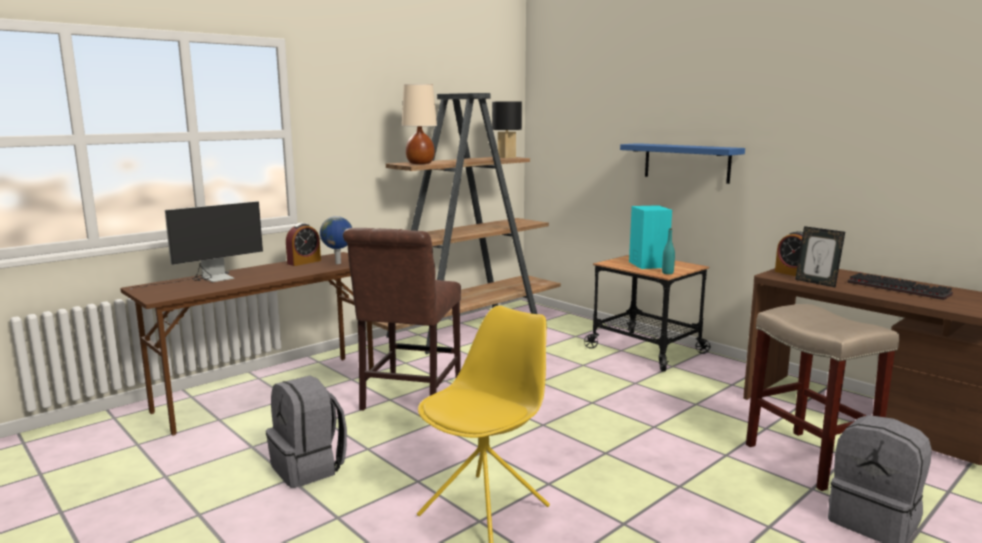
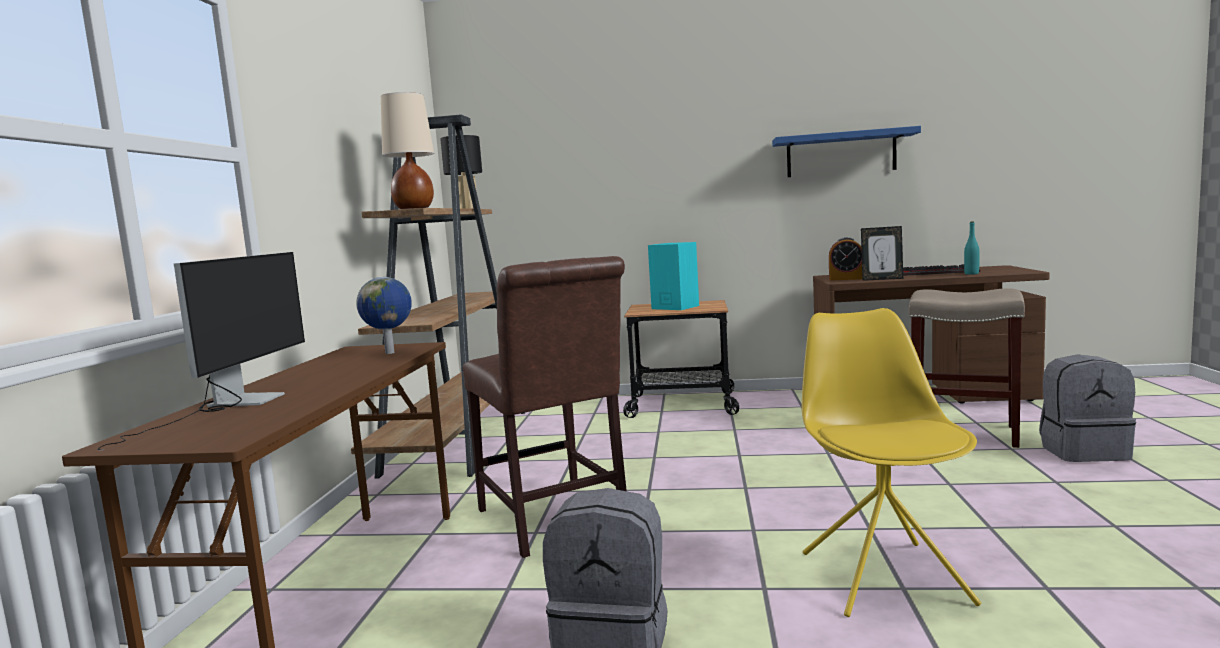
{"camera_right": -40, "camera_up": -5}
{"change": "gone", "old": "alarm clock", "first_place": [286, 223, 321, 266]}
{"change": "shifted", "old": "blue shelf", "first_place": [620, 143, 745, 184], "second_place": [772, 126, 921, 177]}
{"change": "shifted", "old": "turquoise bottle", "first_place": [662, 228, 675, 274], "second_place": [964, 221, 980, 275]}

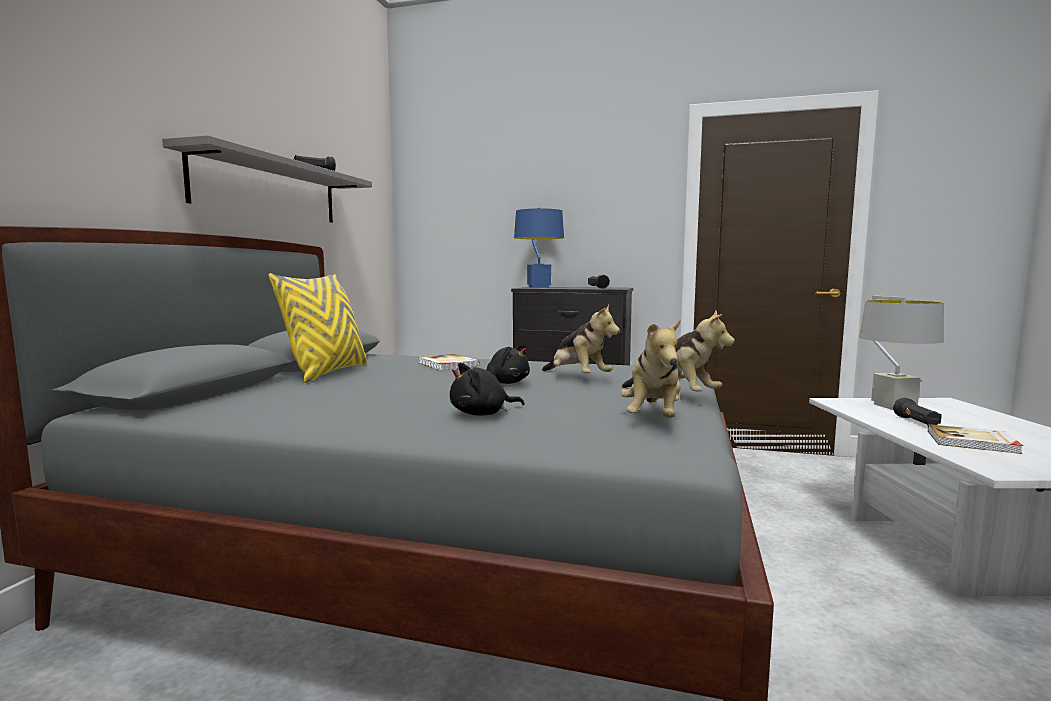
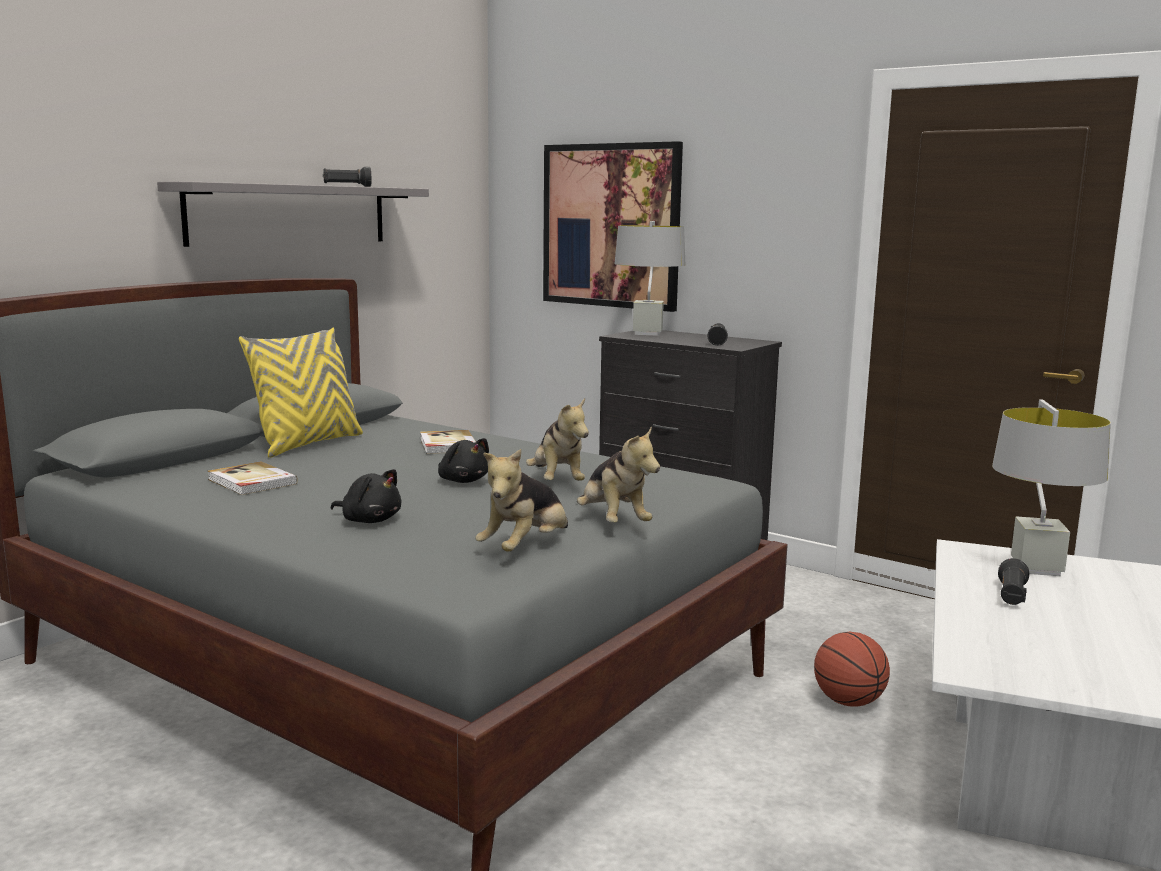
{"camera_right": 20, "camera_up": 5}
{"change": "new", "new": "picture", "second_place": [543, 141, 683, 312]}
{"change": "new", "new": "basketball", "second_place": [814, 632, 890, 707]}
{"change": "shifted", "old": "book", "first_place": [928, 424, 1023, 454], "second_place": [208, 461, 298, 495]}
{"change": "repainted", "old": "blue table lamp", "new": "grey table lamp", "first_place": [514, 208, 564, 288], "second_place": [614, 221, 685, 336]}
{"change": "rotated", "old": "black plush toy", "first_place": [450, 363, 524, 416], "second_place": [331, 469, 401, 523], "degrees": -150}

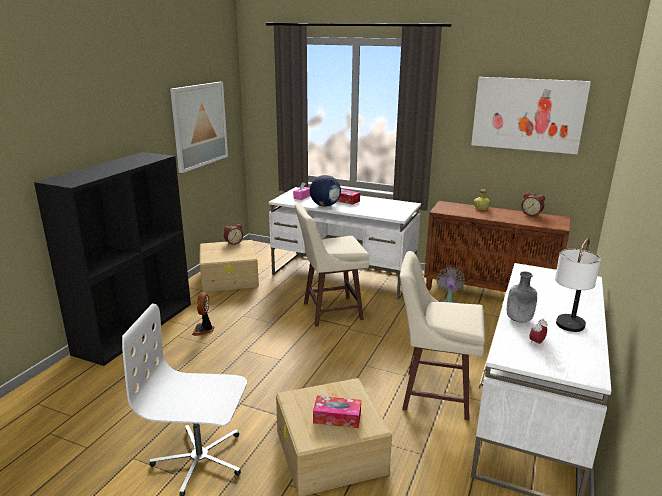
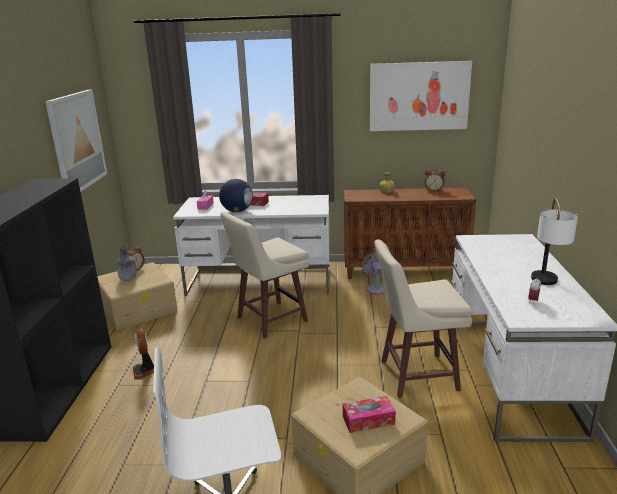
{"camera_right": -20, "camera_up": 0}
{"change": "shifted", "old": "grey bottle", "first_place": [507, 271, 537, 323], "second_place": [116, 247, 137, 281]}

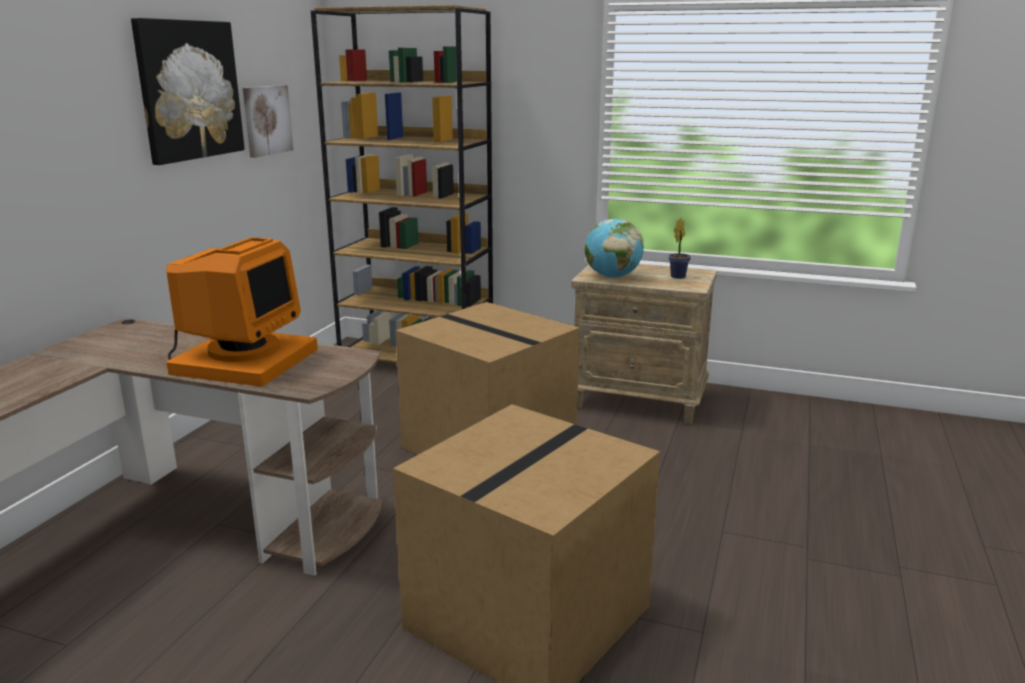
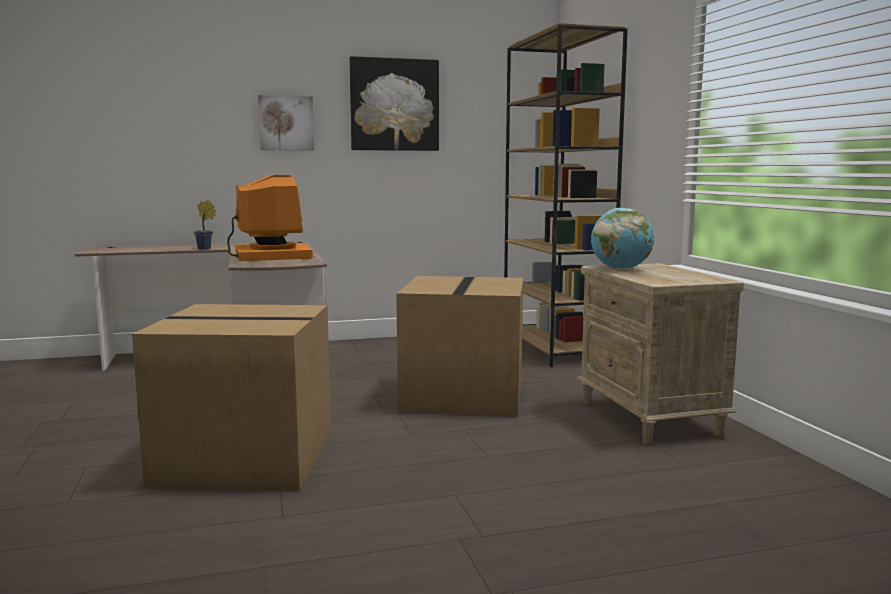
{"camera_right": 55, "camera_up": -10}
{"change": "shifted", "old": "picture", "first_place": [243, 85, 293, 158], "second_place": [258, 95, 314, 151]}
{"change": "shifted", "old": "potted plant", "first_place": [669, 218, 691, 279], "second_place": [194, 200, 216, 250]}
{"change": "rotated", "old": "monitor", "first_place": [166, 237, 318, 387], "second_place": [227, 175, 313, 261], "degrees": -90}

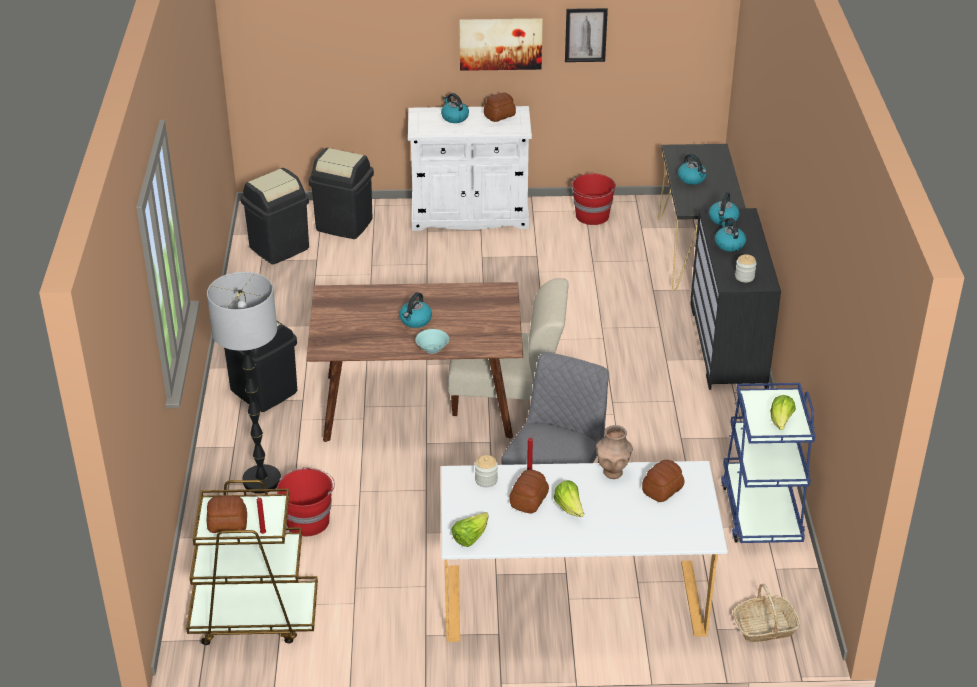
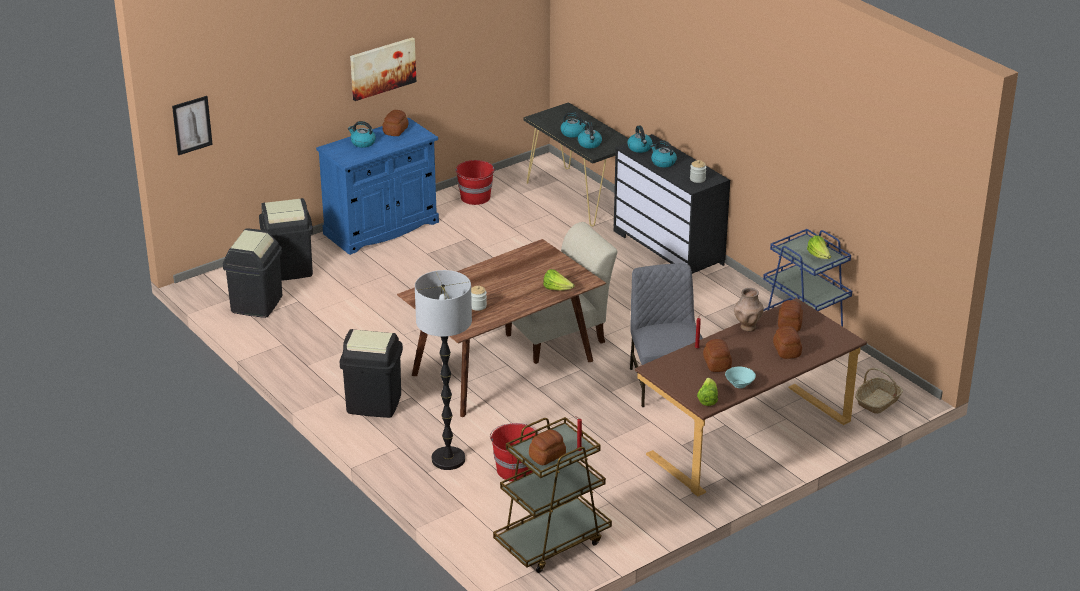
{"camera_right": -35, "camera_up": -5}
{"change": "new", "new": "bread", "second_place": [773, 326, 802, 359]}
{"change": "shifted", "old": "kettle", "first_place": [399, 292, 432, 328], "second_place": [578, 122, 602, 148]}
{"change": "shifted", "old": "turquoise bowl", "first_place": [415, 329, 449, 354], "second_place": [725, 367, 756, 388]}
{"change": "shifted", "old": "jar", "first_place": [475, 455, 498, 487], "second_place": [471, 286, 487, 311]}
{"change": "shifted", "old": "lettuce", "first_place": [554, 480, 584, 517], "second_place": [543, 269, 575, 291]}
{"change": "shifted", "old": "picture", "first_place": [565, 8, 608, 62], "second_place": [172, 96, 213, 155]}
{"change": "repainted", "old": "white cabinet", "new": "blue cabinet", "first_place": [408, 106, 532, 231], "second_place": [316, 118, 439, 255]}
{"change": "repainted", "old": "white desk", "new": "brown desk", "first_place": [441, 461, 728, 642], "second_place": [635, 298, 867, 496]}

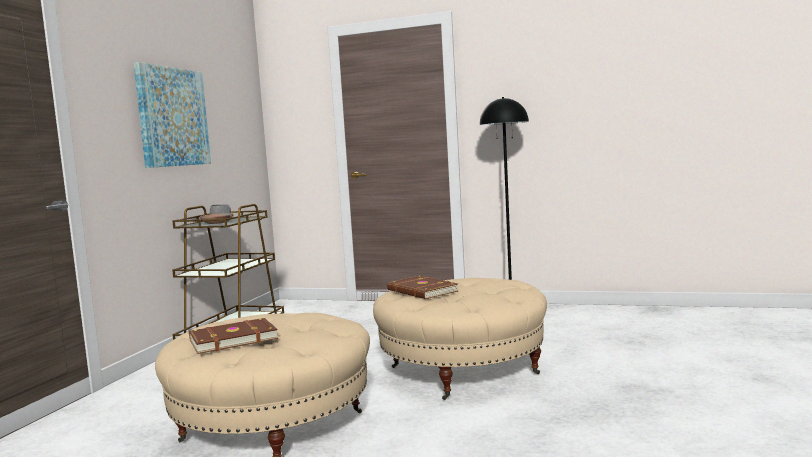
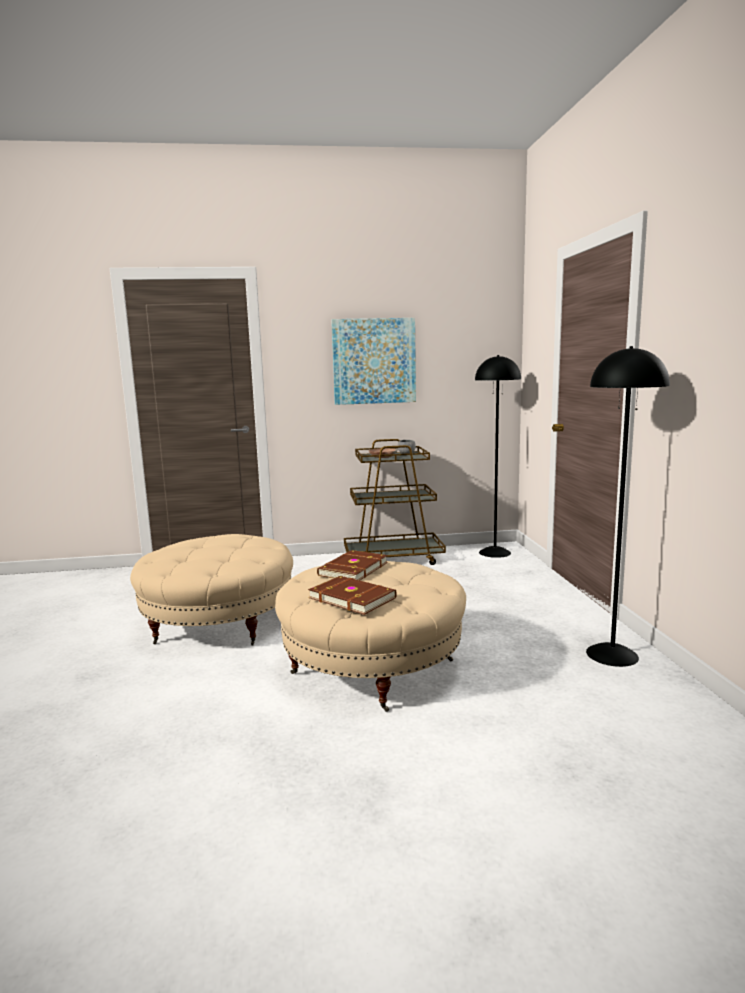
{"camera_right": 65, "camera_up": 5}
{"change": "new", "new": "black floor lamp", "second_place": [475, 355, 521, 558]}
{"change": "shifted", "old": "brown book", "first_place": [189, 318, 278, 354], "second_place": [308, 576, 397, 615]}

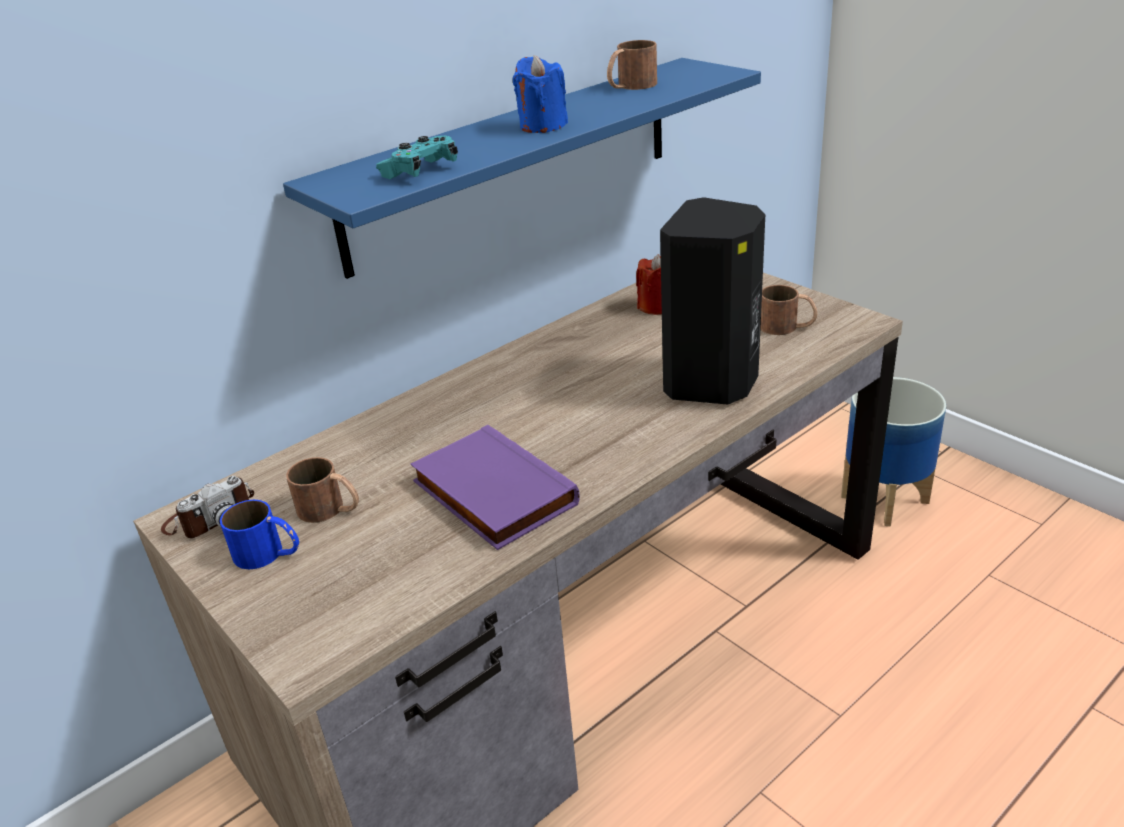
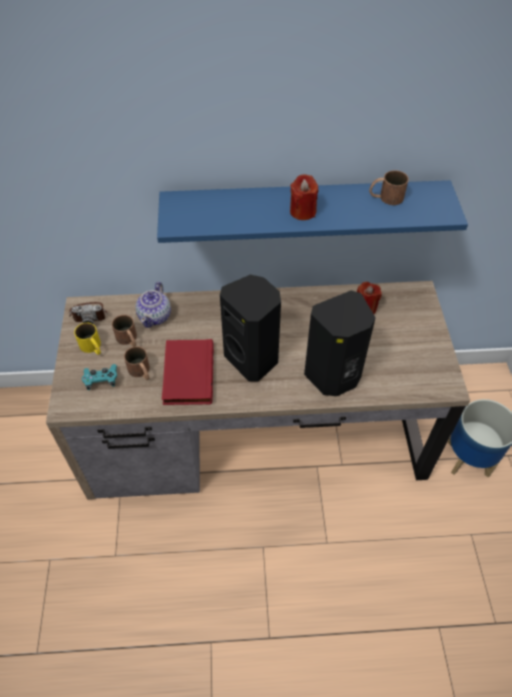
{"camera_right": 35, "camera_up": 20}
{"change": "new", "new": "teapot", "second_place": [135, 282, 171, 328]}
{"change": "new", "new": "black speaker", "second_place": [220, 275, 281, 382]}
{"change": "shifted", "old": "turquoise game controller", "first_place": [376, 136, 458, 179], "second_place": [82, 364, 117, 390]}
{"change": "shifted", "old": "brown mug", "first_place": [760, 285, 817, 335], "second_place": [124, 346, 150, 380]}
{"change": "repainted", "old": "blue mug", "new": "yellow mug", "first_place": [220, 500, 299, 569], "second_place": [74, 323, 101, 355]}
{"change": "repainted", "old": "purple book", "new": "red book", "first_place": [411, 425, 580, 550], "second_place": [162, 339, 214, 405]}
{"change": "repainted", "old": "blue candle", "new": "red candle", "first_place": [513, 55, 568, 133], "second_place": [290, 174, 318, 220]}

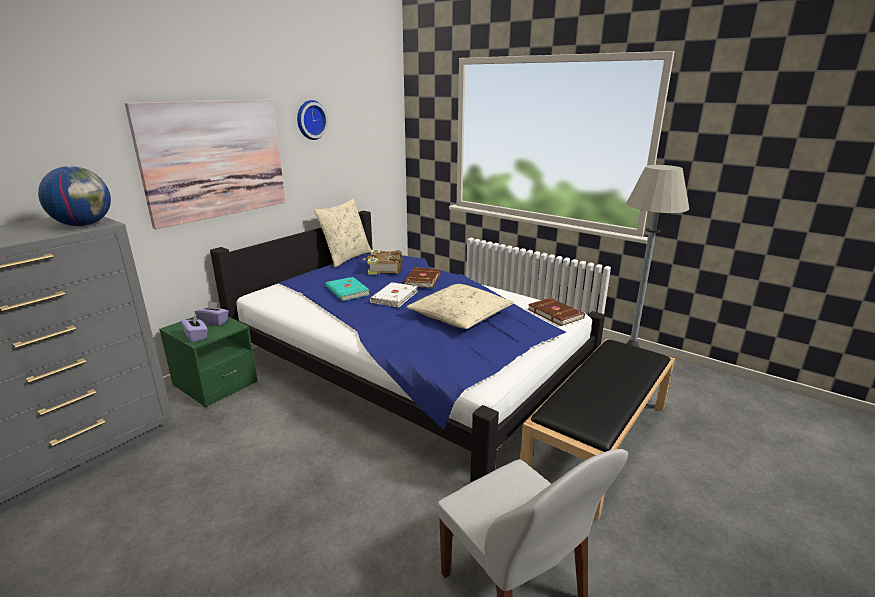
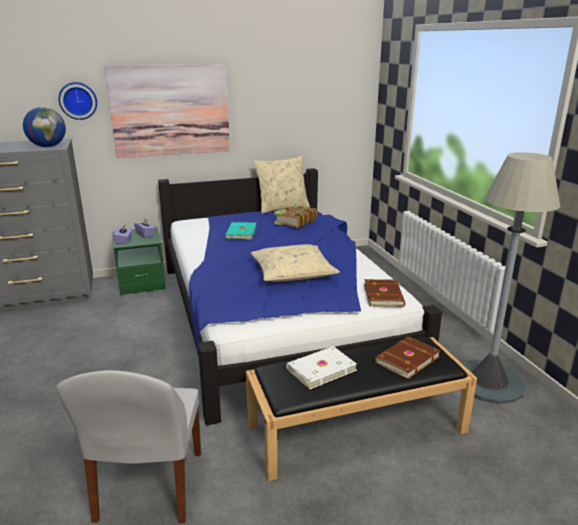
{"camera_right": 35, "camera_up": 0}
{"change": "shifted", "old": "wall clock", "first_place": [297, 100, 328, 140], "second_place": [59, 82, 97, 120]}
{"change": "shifted", "old": "white book", "first_place": [370, 282, 418, 308], "second_place": [286, 346, 357, 390]}
{"change": "shifted", "old": "brown book", "first_place": [403, 267, 440, 288], "second_place": [375, 336, 441, 379]}

